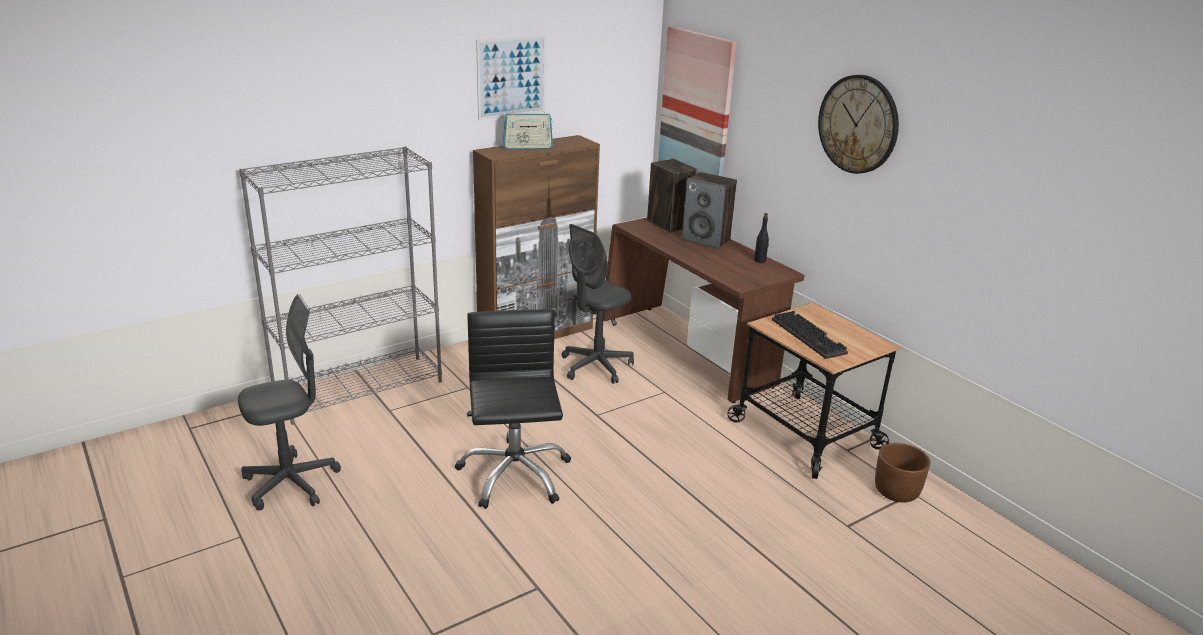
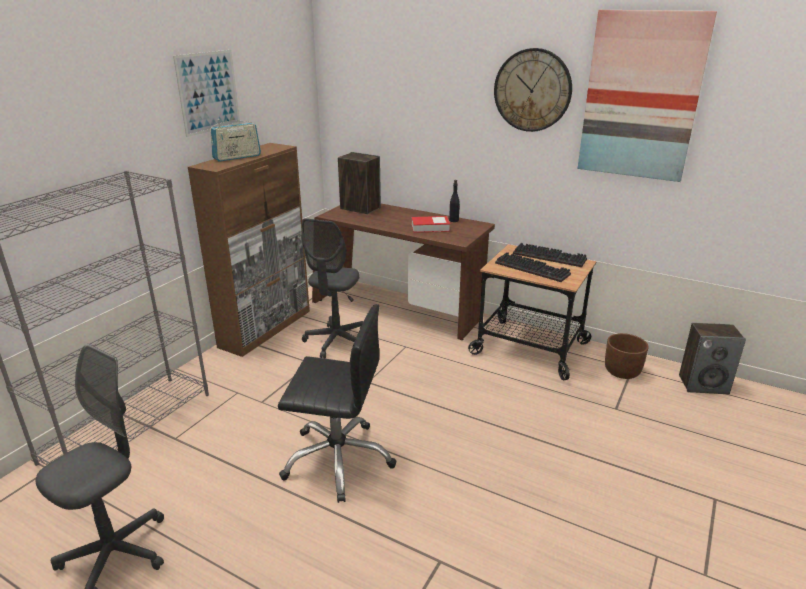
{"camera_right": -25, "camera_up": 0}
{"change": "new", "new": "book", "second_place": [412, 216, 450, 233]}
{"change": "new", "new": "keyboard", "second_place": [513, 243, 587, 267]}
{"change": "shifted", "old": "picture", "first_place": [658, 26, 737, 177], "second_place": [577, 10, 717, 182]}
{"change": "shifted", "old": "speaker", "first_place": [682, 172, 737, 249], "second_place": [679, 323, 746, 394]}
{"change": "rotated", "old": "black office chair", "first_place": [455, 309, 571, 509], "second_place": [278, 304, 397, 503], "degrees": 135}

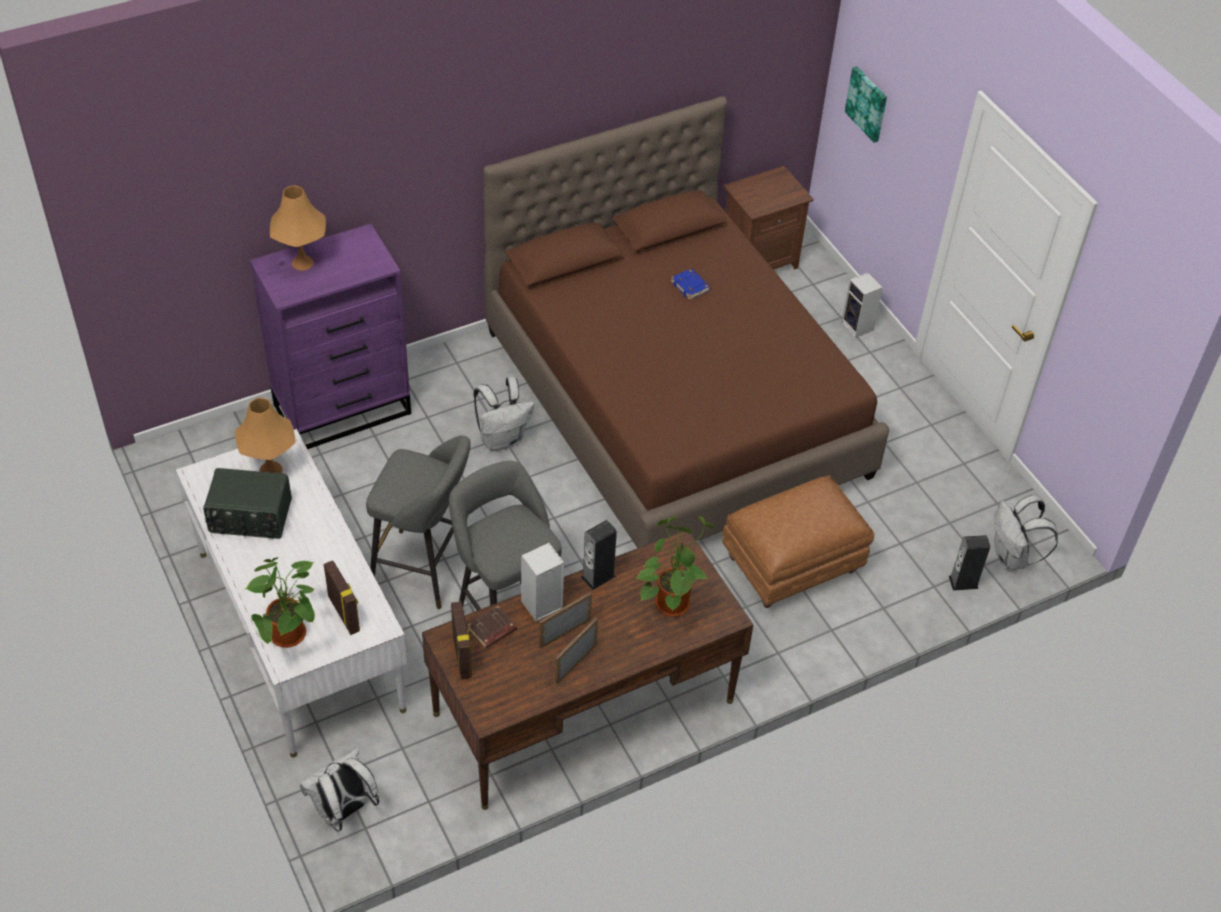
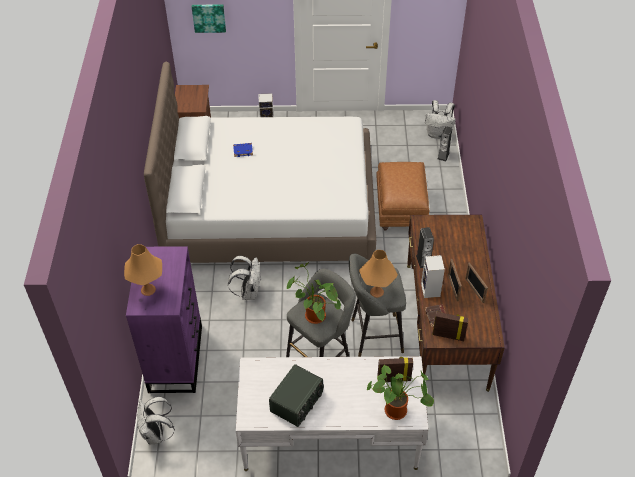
{"camera_right": -60, "camera_up": 0}
{"change": "shifted", "old": "orange table lamp", "first_place": [235, 398, 296, 473], "second_place": [359, 250, 398, 298]}
{"change": "shifted", "old": "white backpack", "first_place": [300, 748, 379, 832], "second_place": [137, 397, 175, 444]}
{"change": "shifted", "old": "potted plant", "first_place": [636, 516, 715, 617], "second_place": [286, 262, 341, 324]}
{"change": "repainted", "old": "brown bed", "new": "white bed", "first_place": [483, 96, 889, 548], "second_place": [144, 61, 376, 263]}

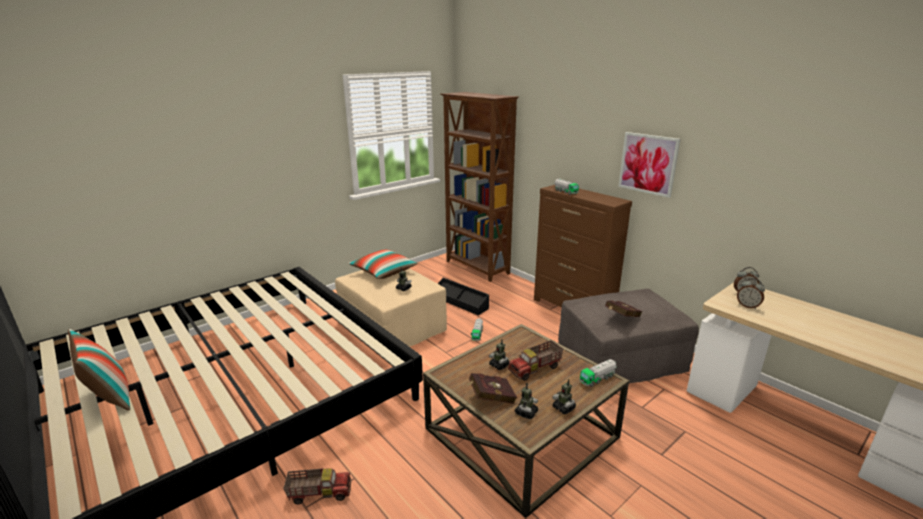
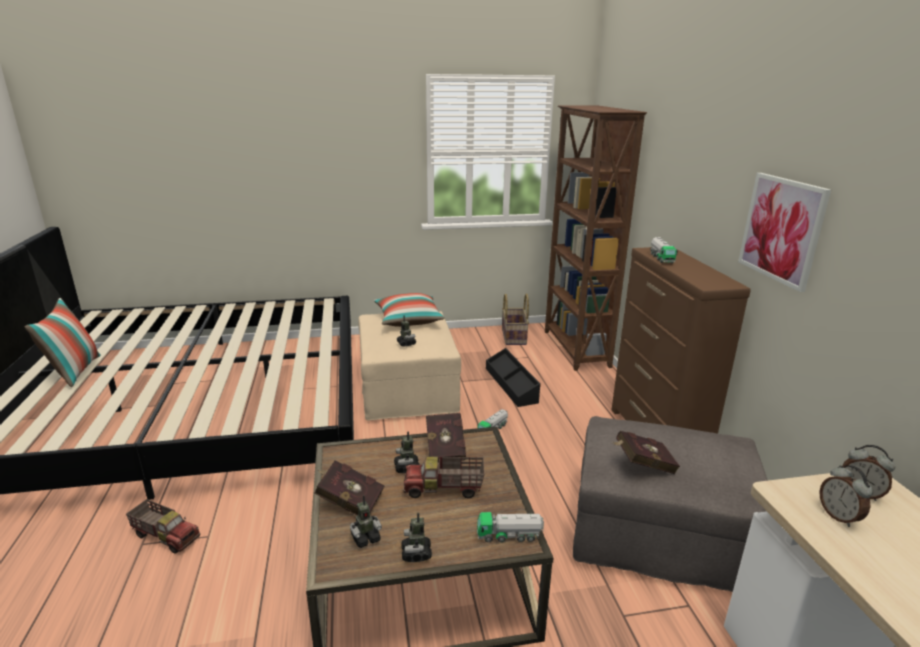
{"camera_right": 30, "camera_up": 0}
{"change": "new", "new": "red book", "second_place": [426, 413, 466, 463]}
{"change": "new", "new": "basket", "second_place": [502, 294, 529, 345]}

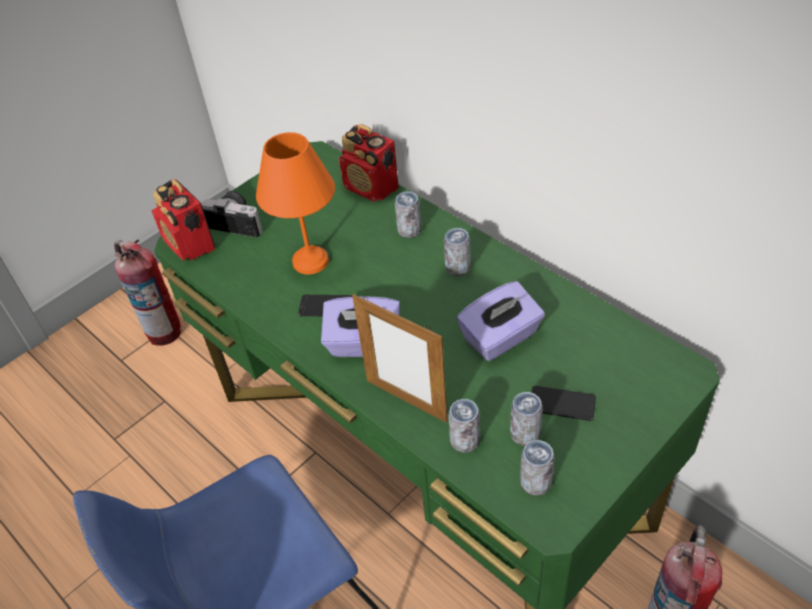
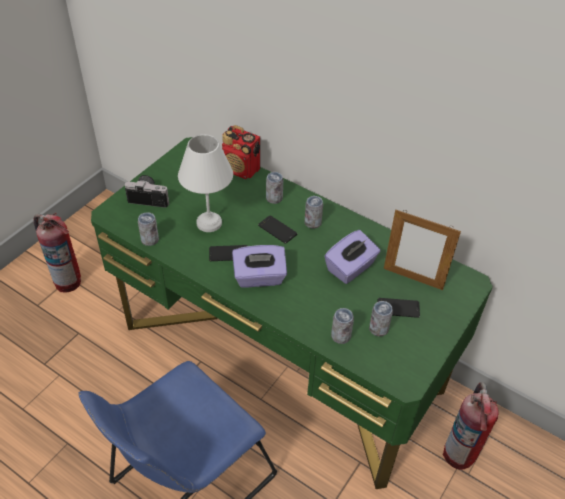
{"camera_right": -15, "camera_up": 0}
{"change": "gone", "old": "radio", "first_place": [152, 179, 215, 261]}
{"change": "new", "new": "phone", "second_place": [258, 216, 297, 244]}
{"change": "shifted", "old": "picture frame", "first_place": [352, 294, 448, 423], "second_place": [384, 210, 461, 290]}
{"change": "shifted", "old": "can", "first_place": [520, 440, 555, 496], "second_place": [138, 212, 159, 246]}
{"change": "repainted", "old": "orange table lamp", "new": "white table lamp", "first_place": [256, 132, 335, 274], "second_place": [178, 134, 233, 232]}

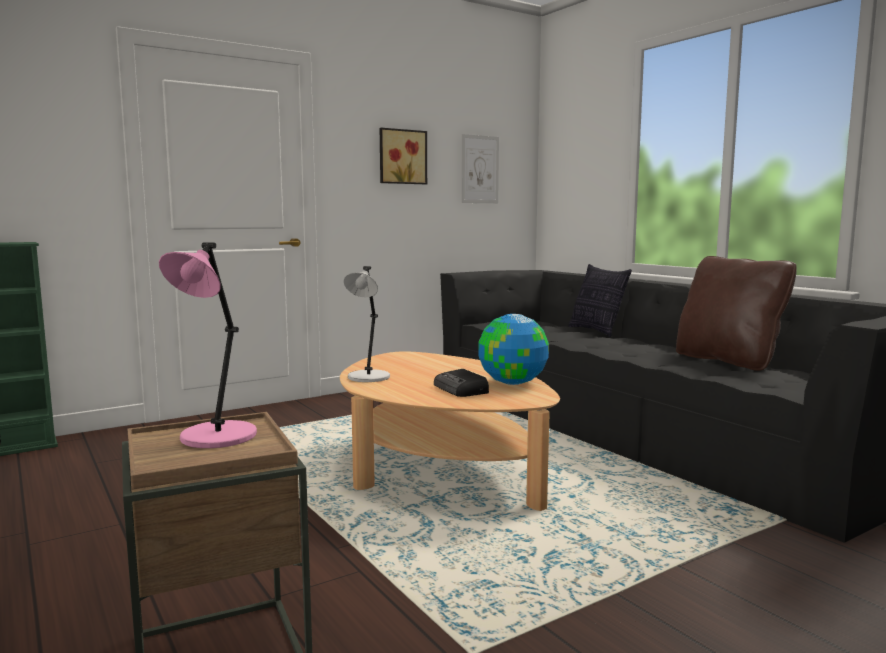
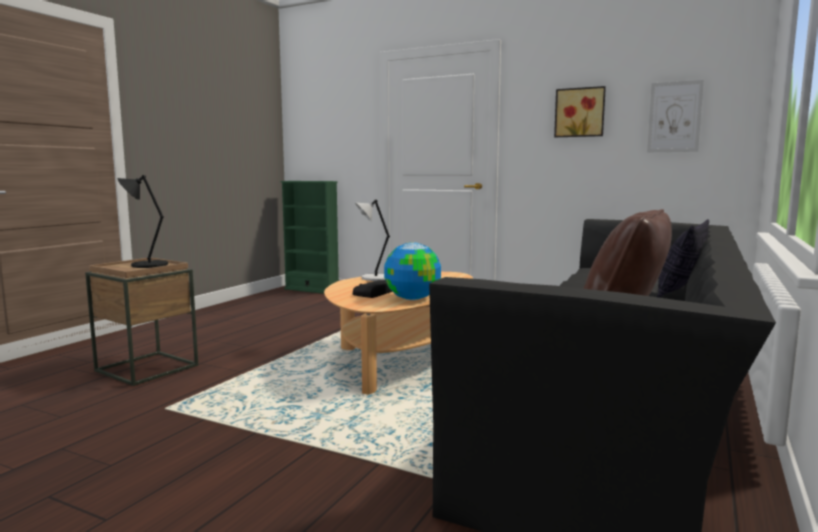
{"camera_right": 60, "camera_up": 0}
{"change": "repainted", "old": "pink table lamp", "new": "black table lamp", "first_place": [159, 242, 257, 448], "second_place": [118, 175, 168, 268]}

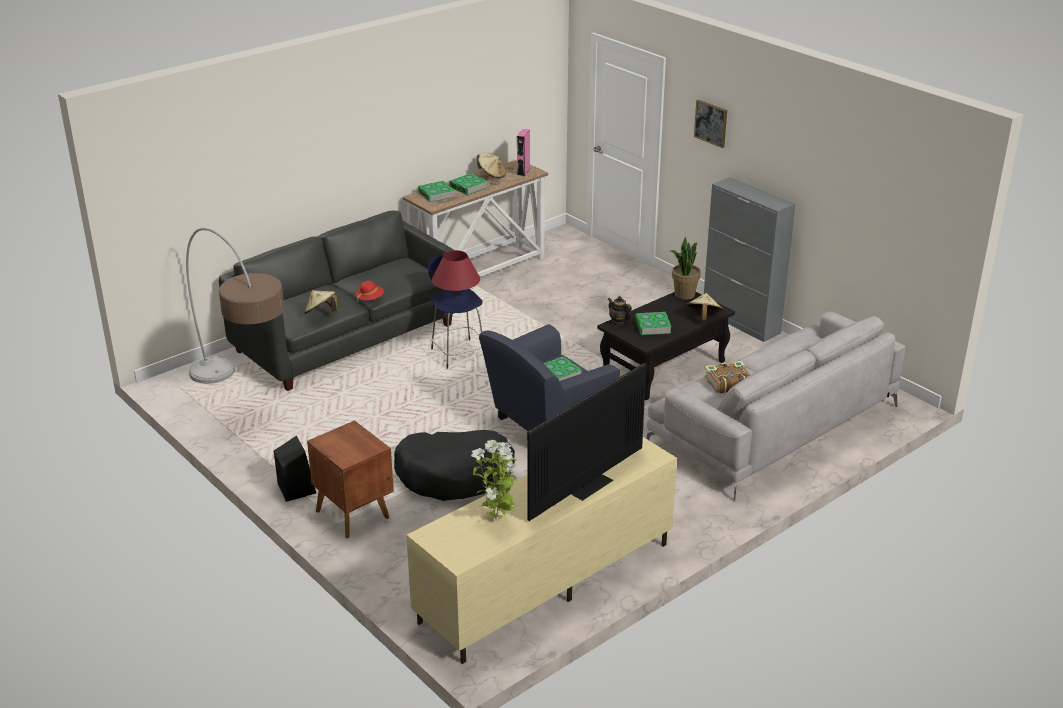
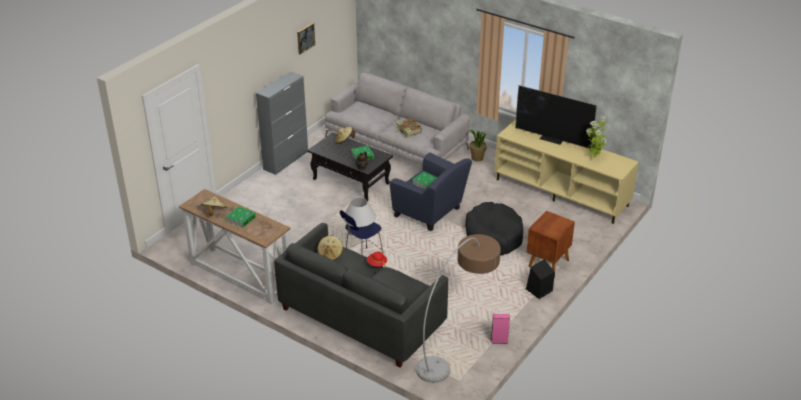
{"camera_right": -105, "camera_up": 5}
{"change": "gone", "old": "book", "first_place": [418, 181, 454, 202]}
{"change": "shifted", "old": "beige hat", "first_place": [305, 291, 337, 314], "second_place": [317, 235, 343, 260]}
{"change": "shifted", "old": "pink speaker", "first_place": [517, 129, 530, 176], "second_place": [491, 314, 510, 344]}
{"change": "shifted", "old": "potted plant", "first_place": [670, 237, 701, 300], "second_place": [468, 130, 488, 162]}
{"change": "shifted", "old": "picture", "first_place": [694, 100, 727, 148], "second_place": [297, 23, 315, 54]}
{"change": "repainted", "old": "red table lamp", "new": "white table lamp", "first_place": [432, 250, 480, 298], "second_place": [343, 197, 376, 227]}

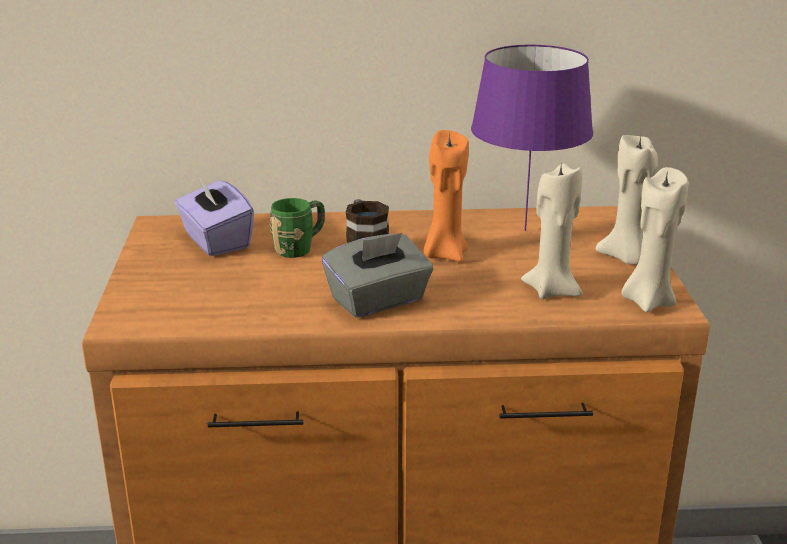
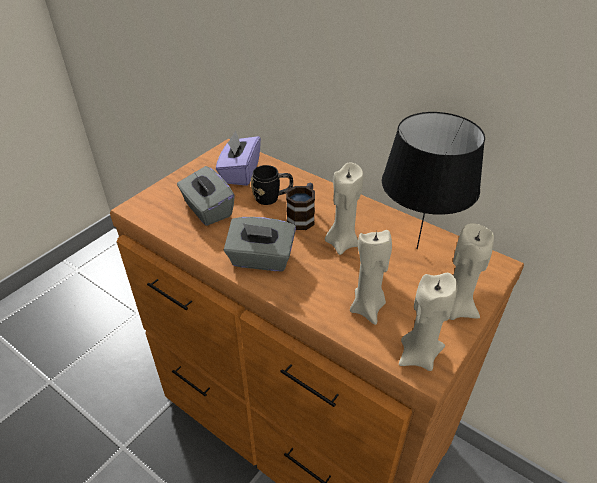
{"camera_right": 40, "camera_up": 15}
{"change": "new", "new": "grey tissue box", "second_place": [177, 166, 235, 226]}
{"change": "repainted", "old": "green mug", "new": "black mug", "first_place": [270, 198, 325, 258], "second_place": [251, 165, 293, 205]}
{"change": "repainted", "old": "orange candle", "new": "beige candle", "first_place": [423, 130, 469, 262], "second_place": [325, 162, 363, 255]}
{"change": "repainted", "old": "purple table lamp", "new": "black table lamp", "first_place": [471, 45, 593, 231], "second_place": [382, 112, 485, 249]}

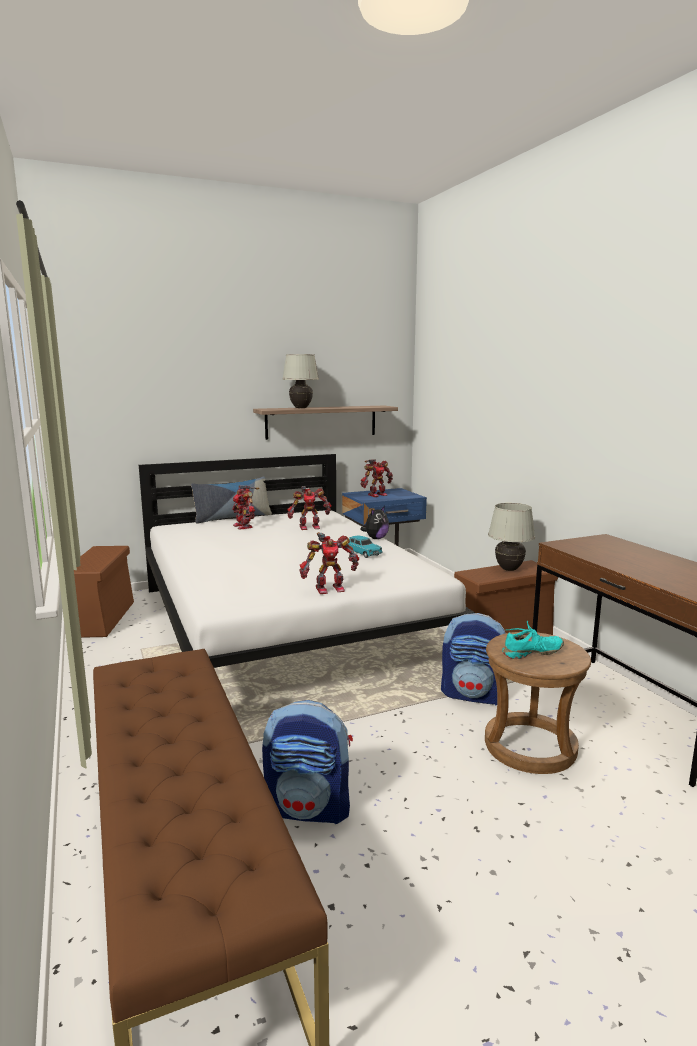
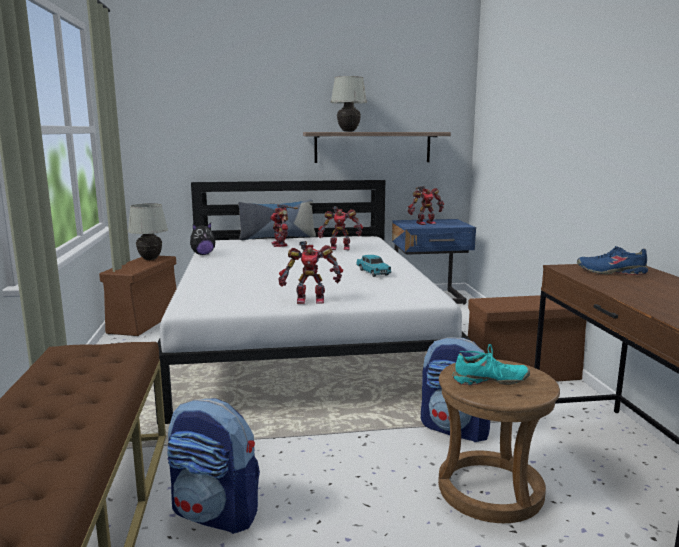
{"camera_right": 15, "camera_up": 0}
{"change": "new", "new": "blue shoe", "second_place": [577, 246, 648, 275]}
{"change": "shifted", "old": "plush toy", "first_place": [360, 506, 389, 539], "second_place": [190, 223, 215, 255]}
{"change": "shifted", "old": "white table lamp", "first_place": [488, 503, 535, 571], "second_place": [128, 203, 168, 260]}

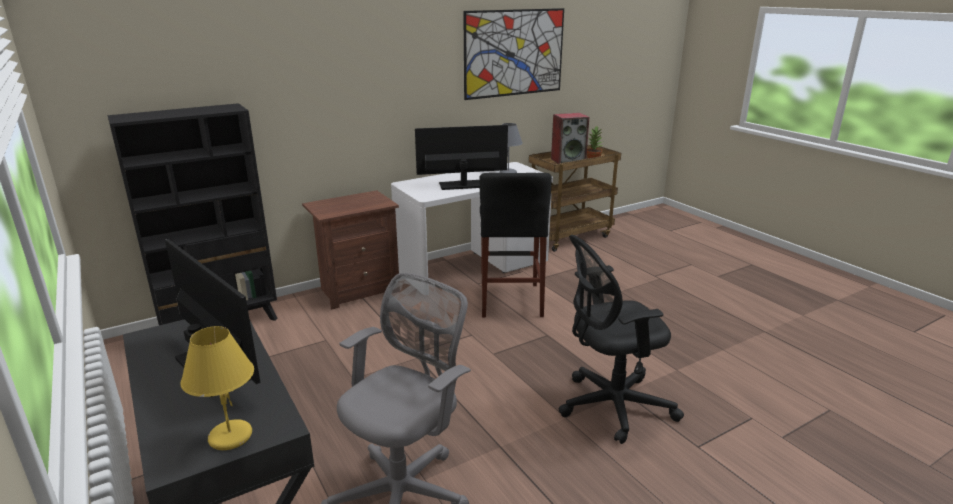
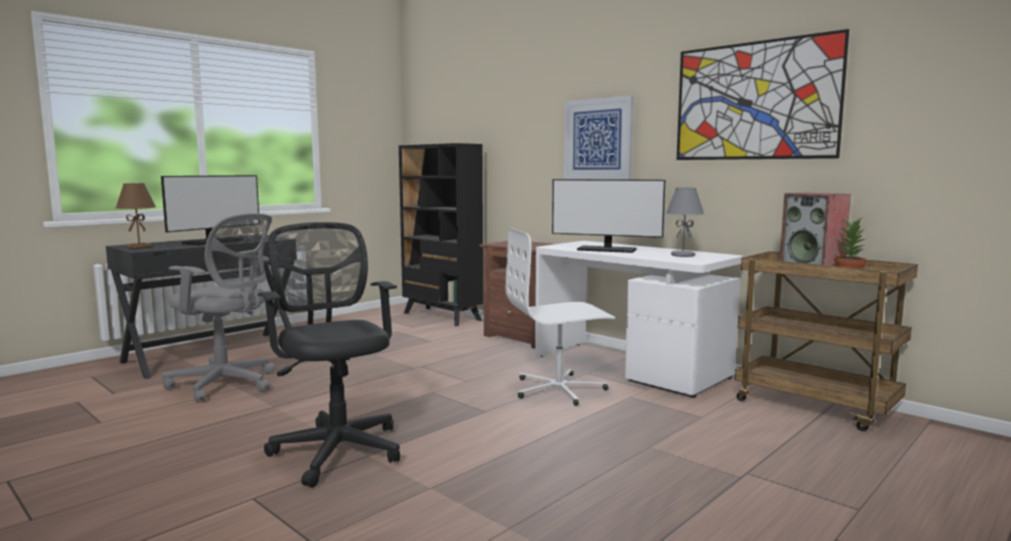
{"camera_right": 75, "camera_up": -15}
{"change": "new", "new": "picture", "second_place": [564, 95, 633, 180]}
{"change": "swapped", "old": "black stool", "new": "white office chair", "first_place": [480, 173, 552, 317], "second_place": [506, 228, 615, 406]}
{"change": "repainted", "old": "yellow table lamp", "new": "brown table lamp", "first_place": [181, 326, 254, 450], "second_place": [116, 183, 156, 249]}
{"change": "rotated", "old": "monitor", "first_place": [415, 125, 508, 190], "second_place": [552, 179, 665, 253], "degrees": 135}

